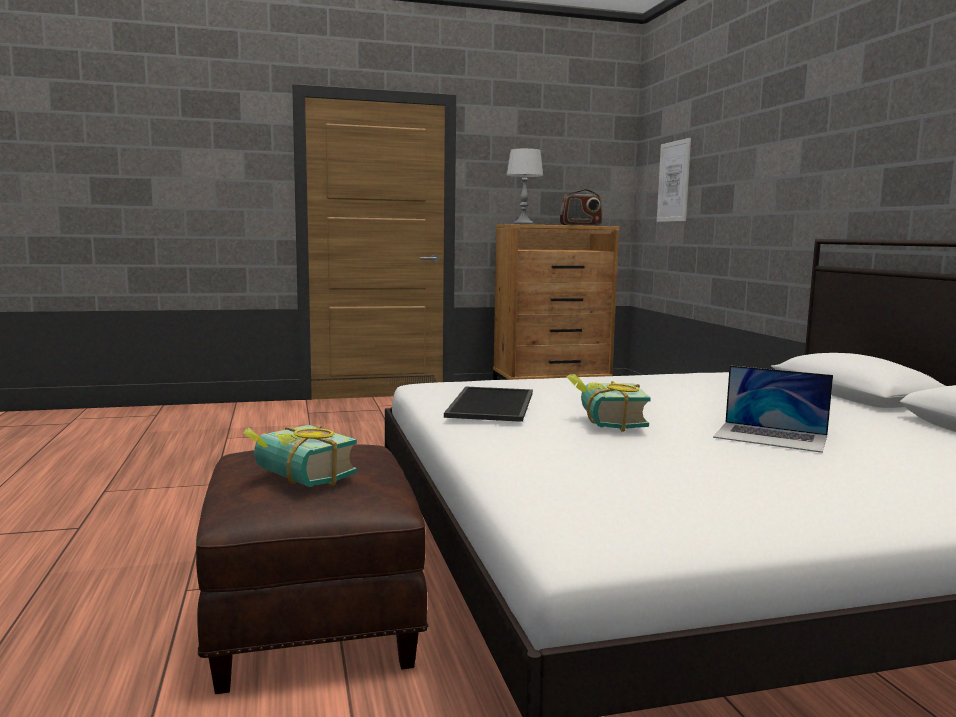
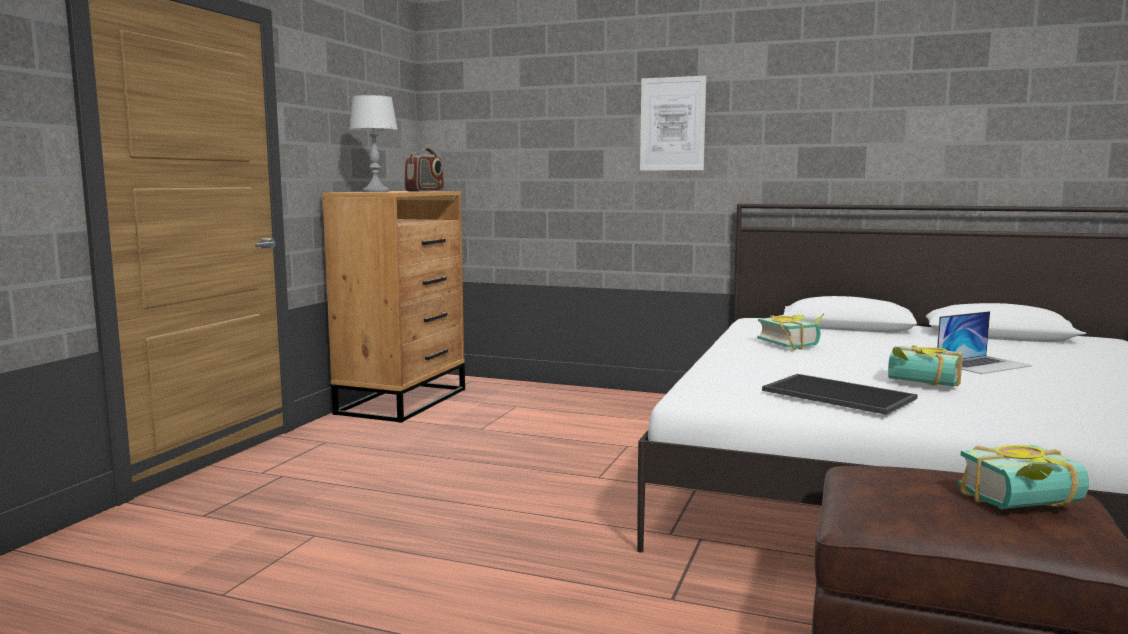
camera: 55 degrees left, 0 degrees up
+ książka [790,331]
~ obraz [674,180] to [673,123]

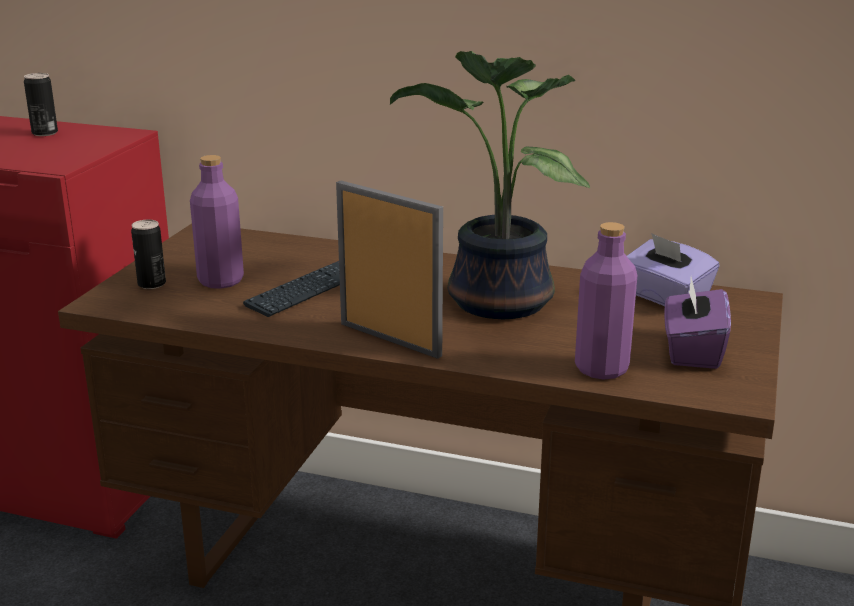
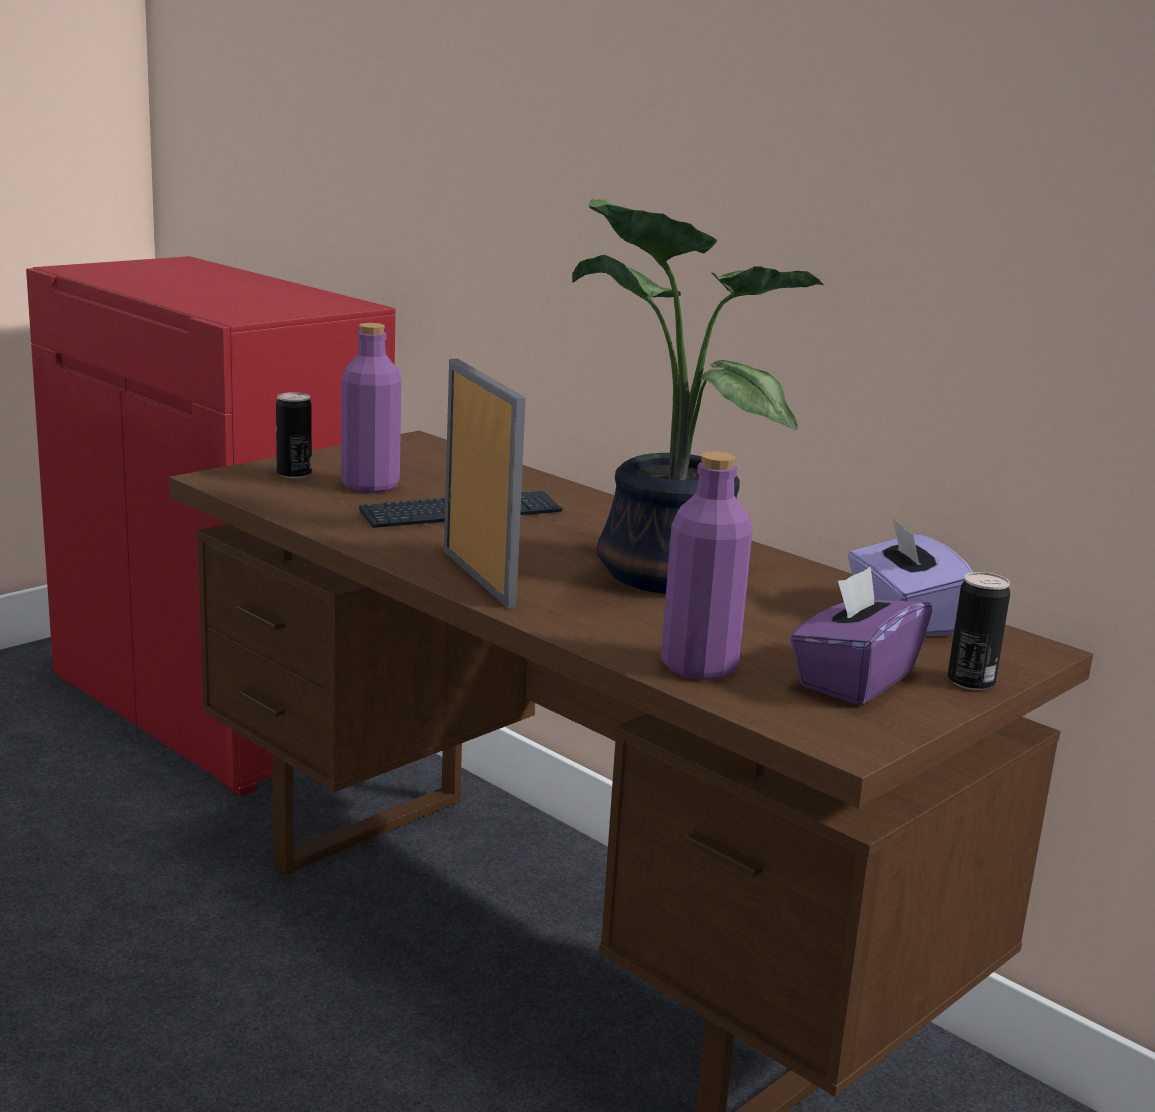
camera: 25 degrees right, 5 degrees down
~ puszka [41,104] to [979,631]

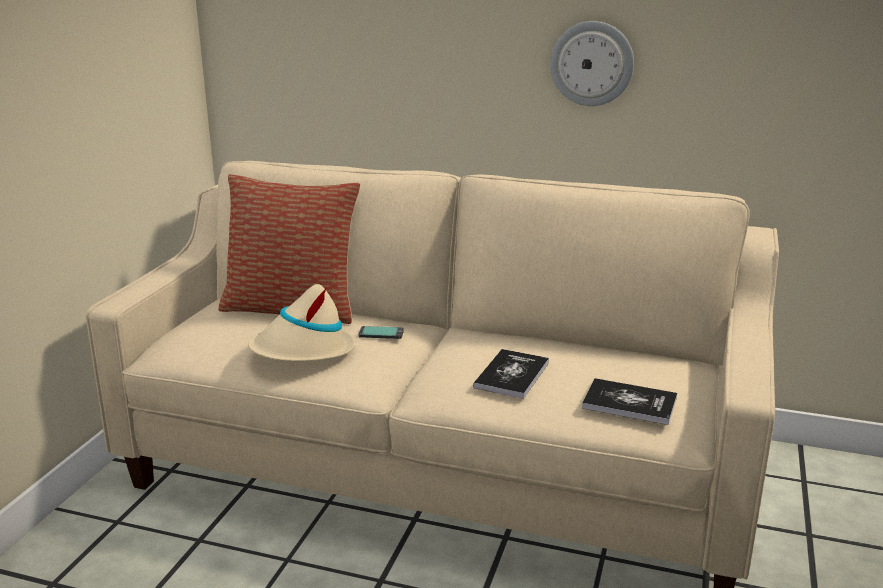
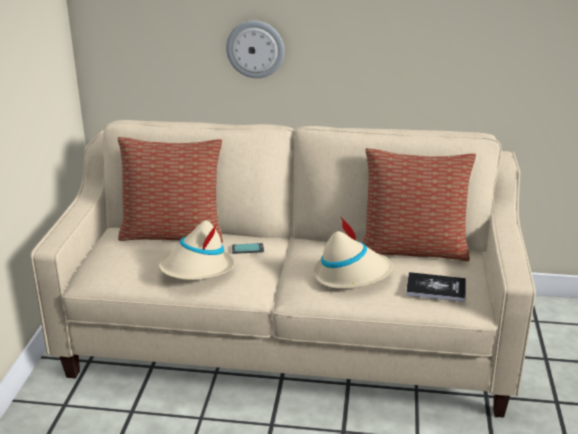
camera: 10 degrees left, 5 degrees up
+ poduszka [419,205]
~ zegar ścienny [592,63] to [255,49]
~ książka [511,374] to kapelusz/beżowy [353,252]

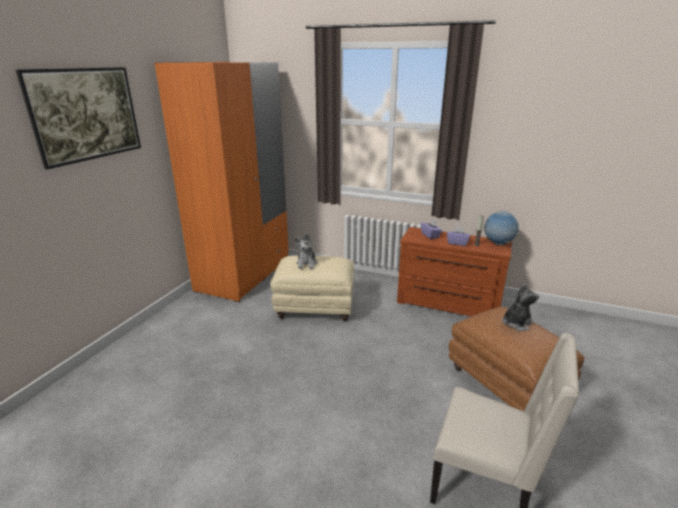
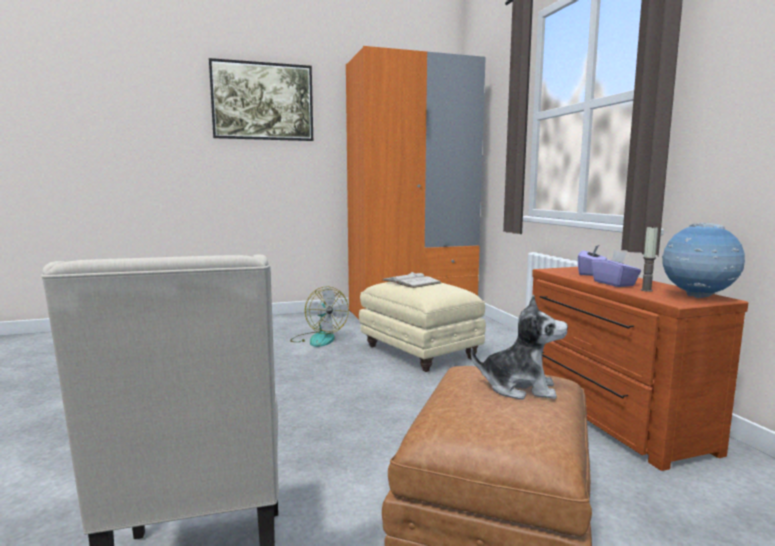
camera: 50 degrees right, 15 degrees down
+ wentylator [319,316]
~ pluszak [305,251] to książka/biały [412,280]

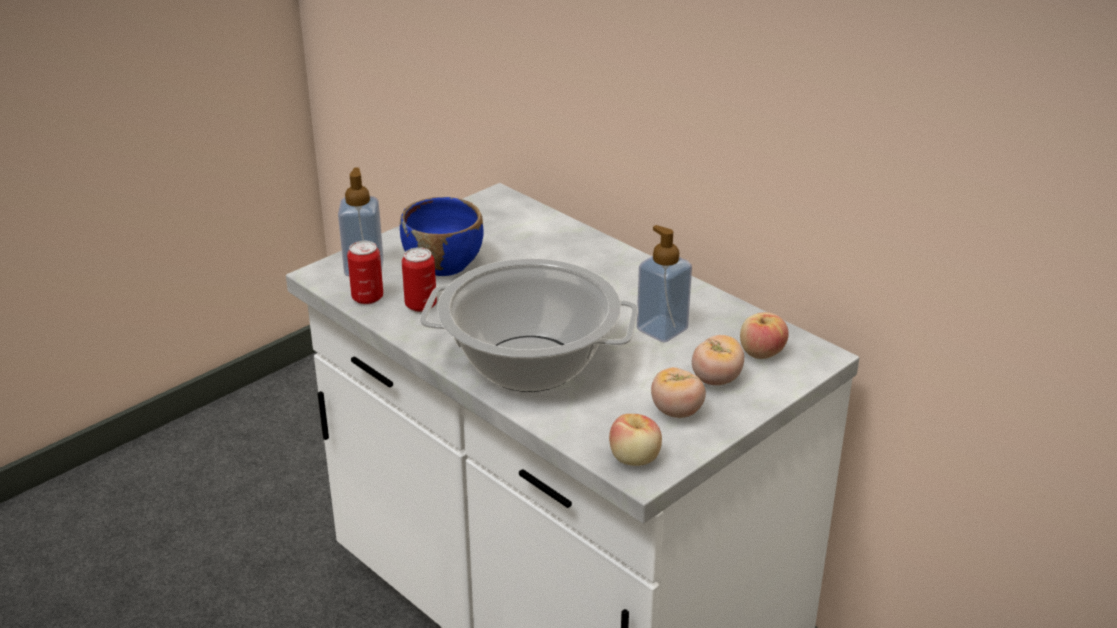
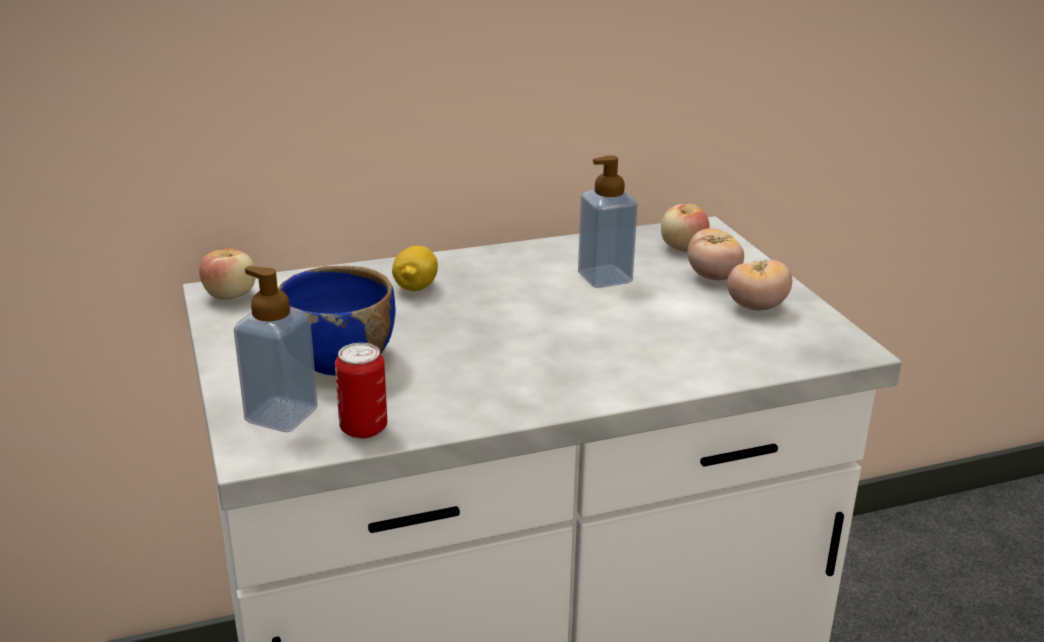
camera: 65 degrees left, 5 degrees down
- puszka [419,279]
- garnek [529,325]
+ cytryna [415,268]
~ jabłko [635,440] to [227,274]

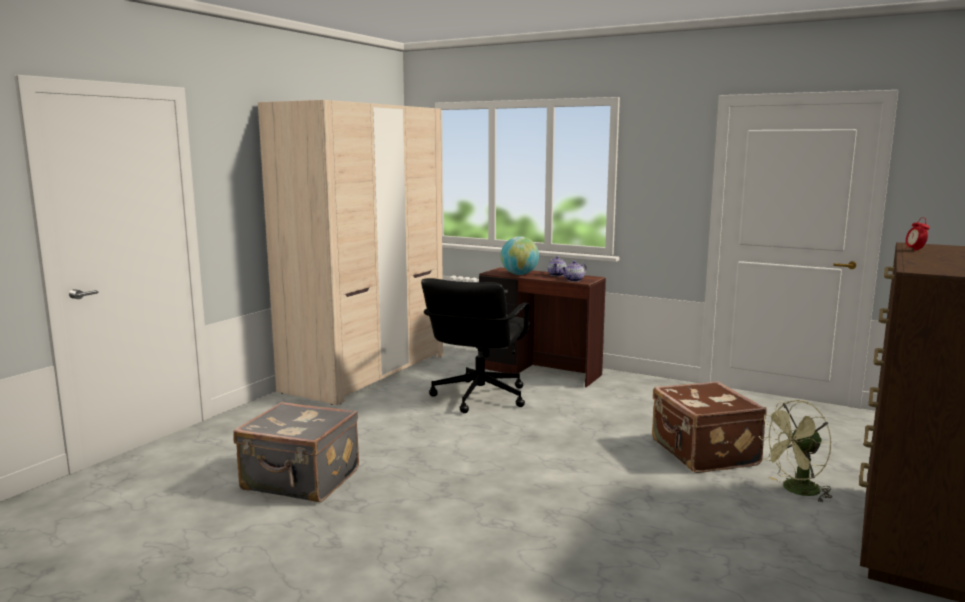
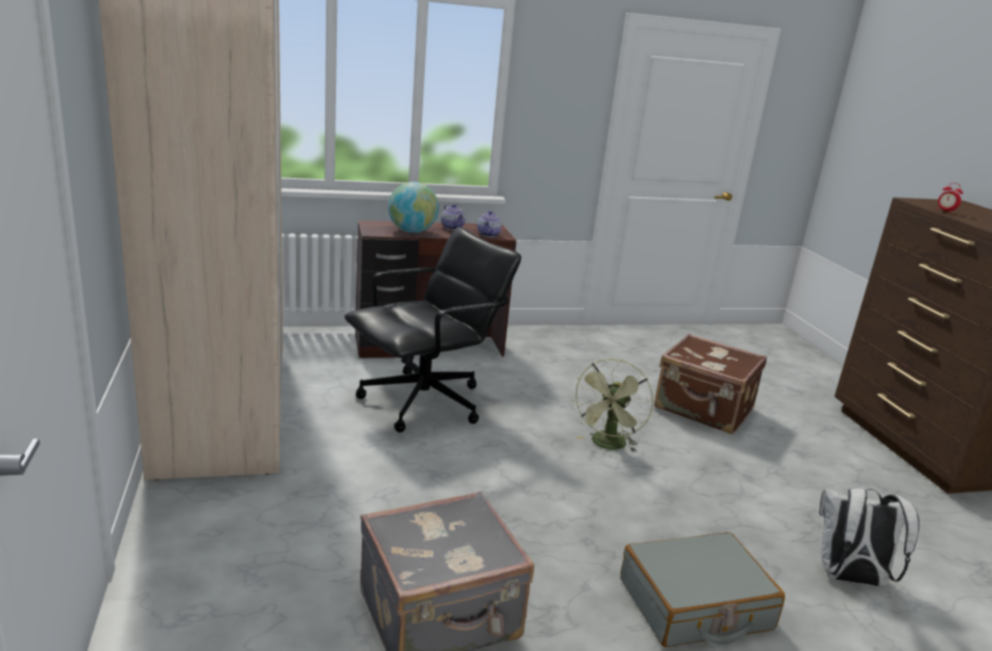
camera: 45 degrees left, 10 degrees up
+ walizka/szary [702,589]
+ plecak/biały [869,537]
~ wentylator/zielony [795,451] to [613,406]
~ krzesło biurowe/czarny [475,345] = [432,330] 105 degrees counterclockwise

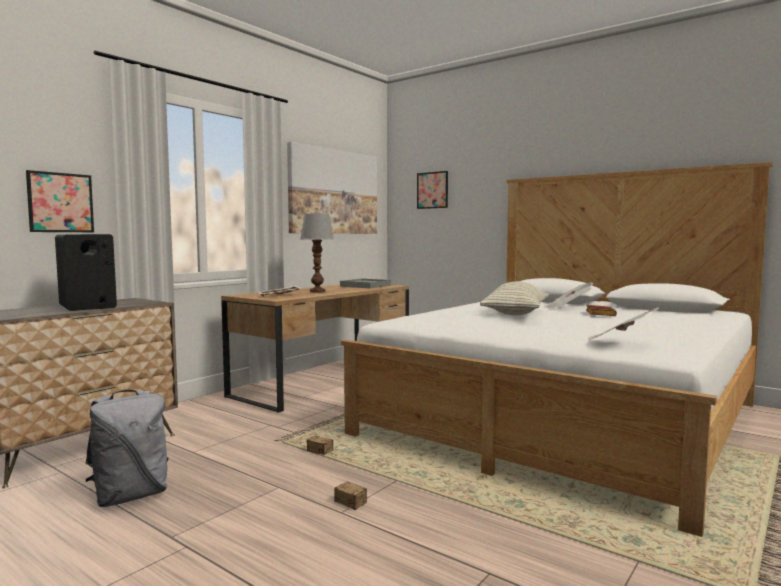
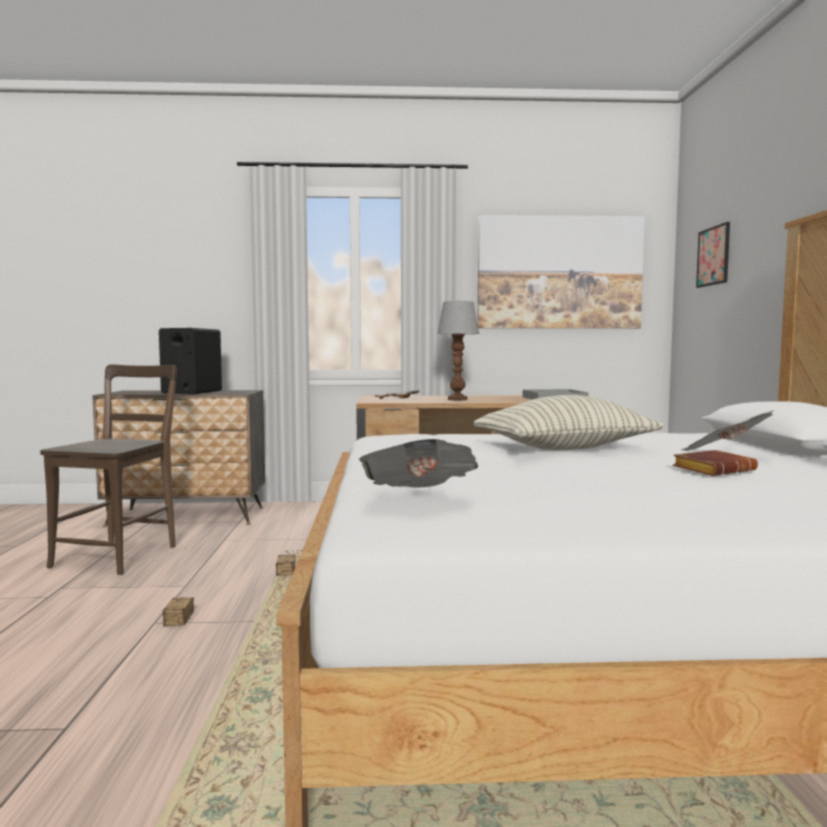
camera: 50 degrees right, 0 degrees up
- obraz [60,201]
~ plecak/szary [127,448] to krzesło/brązowy [108,469]

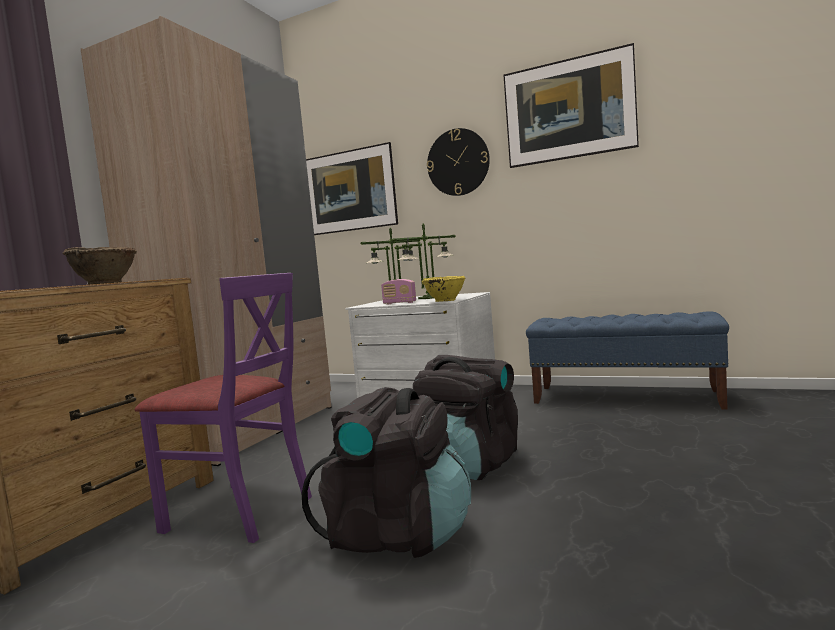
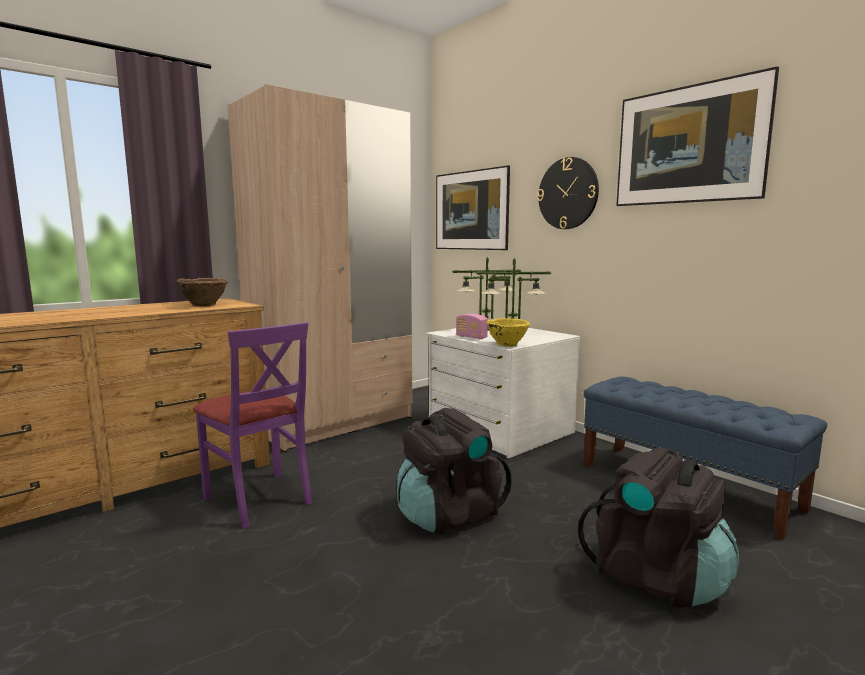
camera: 25 degrees right, 5 degrees up
~ plecak/czarny [386,472] to [658,528]

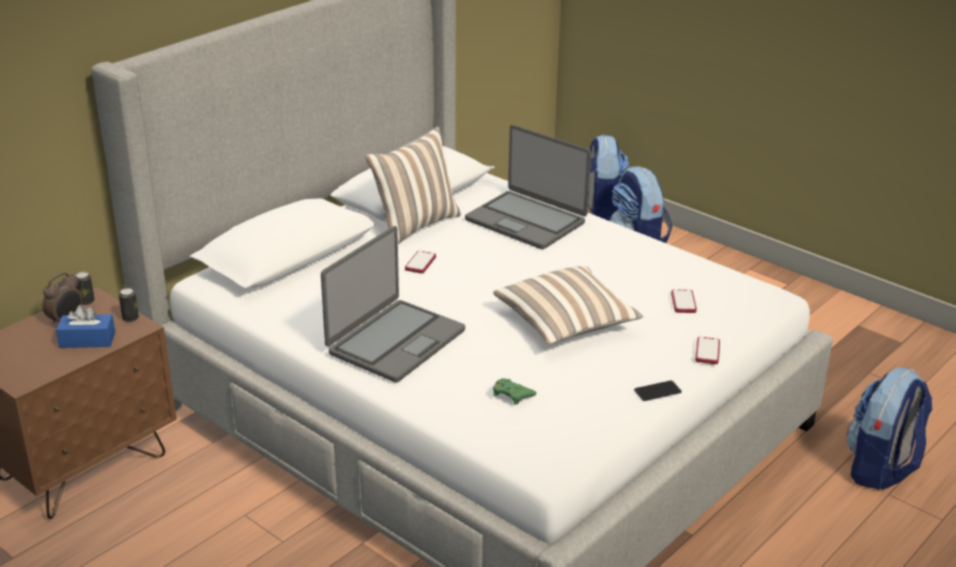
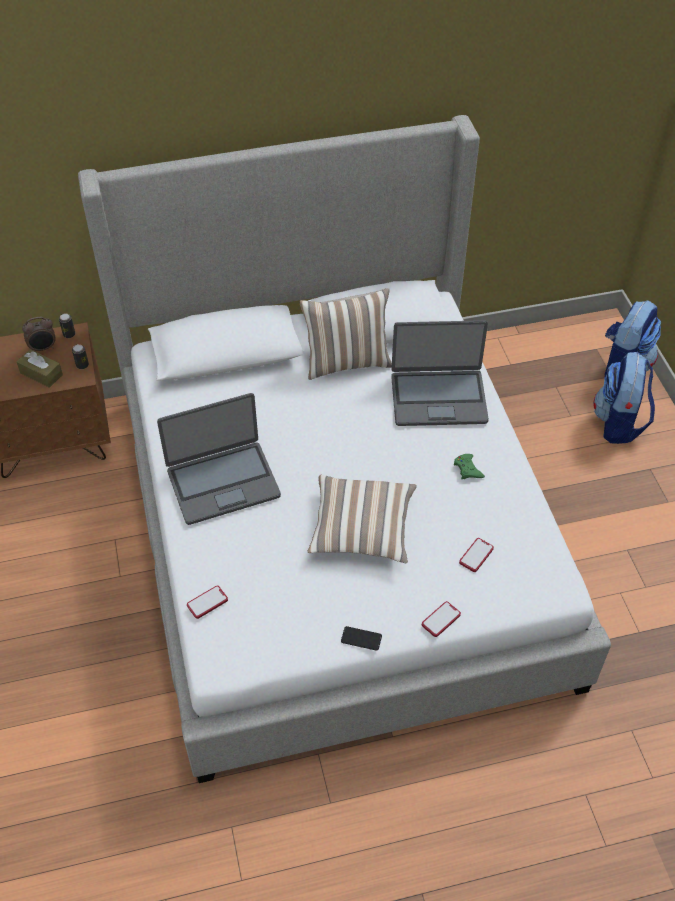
camera: 35 degrees right, 20 degrees up
- plecak [889,428]
~ telefon [420,262] to [207,602]
~ pad do gier/zielony [515,391] to [469,466]
~ pudełko chusteczek/niebieski [85,326] to pudełko chusteczek/brązowy [39,368]
~ laptop [528,187] = [440,373] 75 degrees counterclockwise

